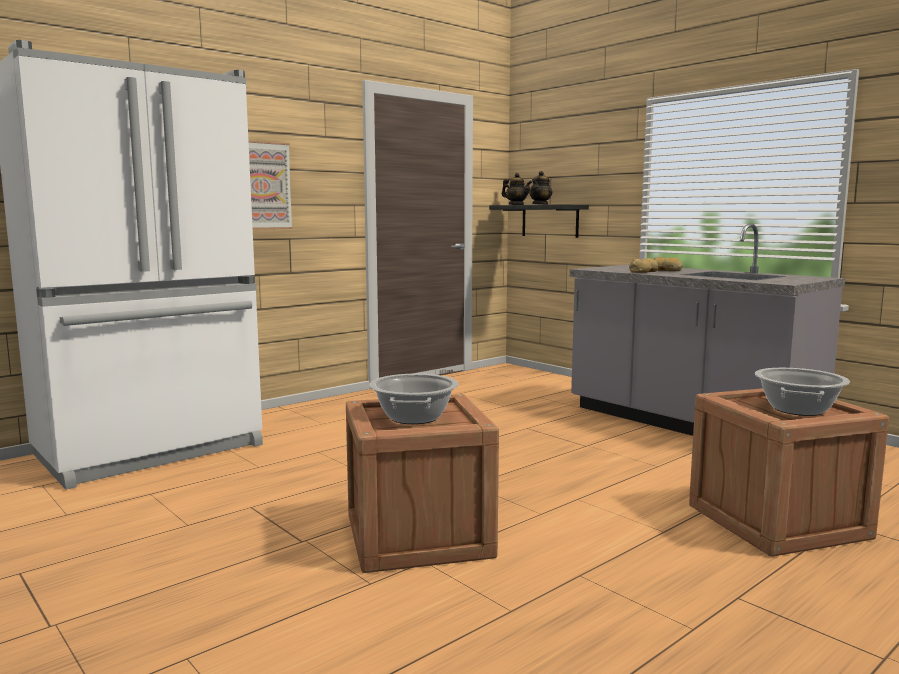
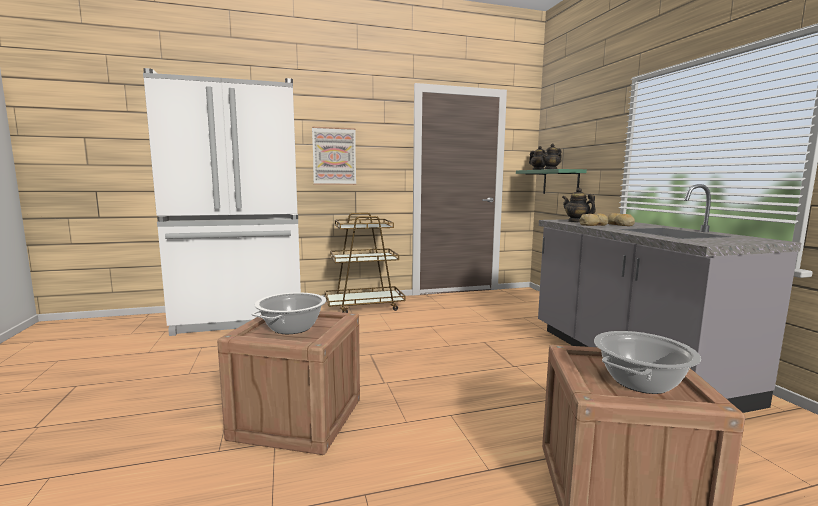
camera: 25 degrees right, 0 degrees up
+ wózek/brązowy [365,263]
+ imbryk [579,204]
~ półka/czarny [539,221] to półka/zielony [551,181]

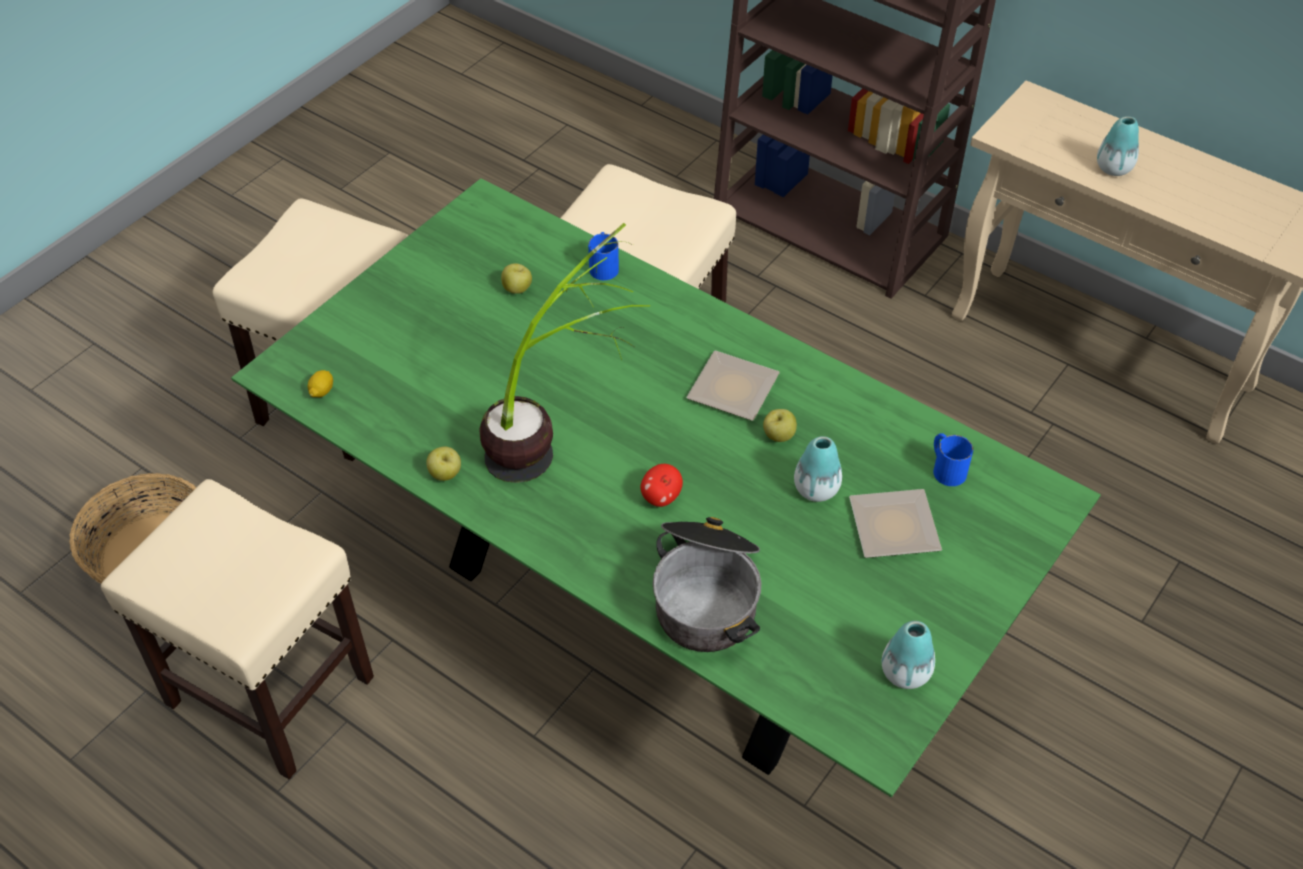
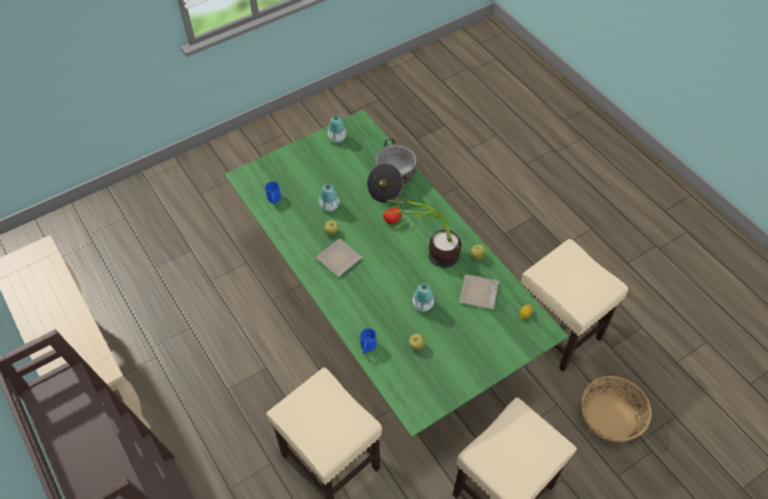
camera: 160 degrees left, 5 degrees up
~ talerz [895,523] to [479,291]
~ wazon [1118,146] to [423,297]

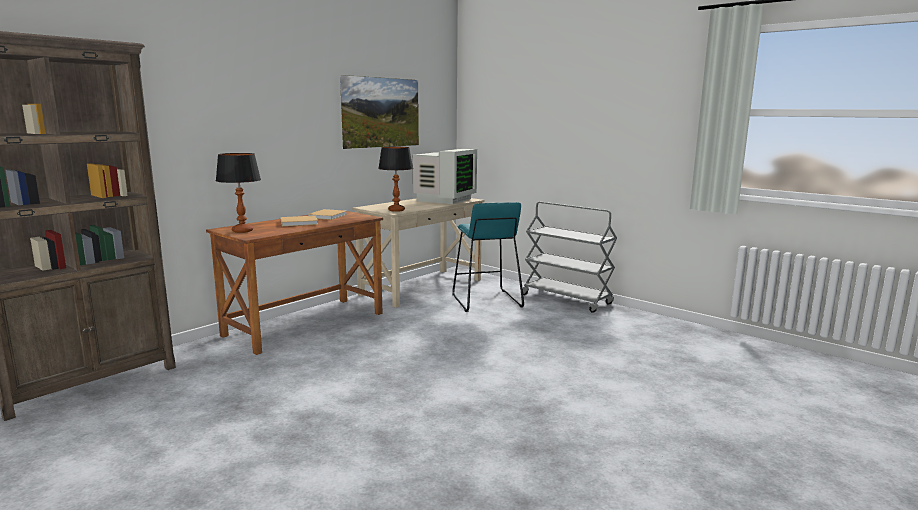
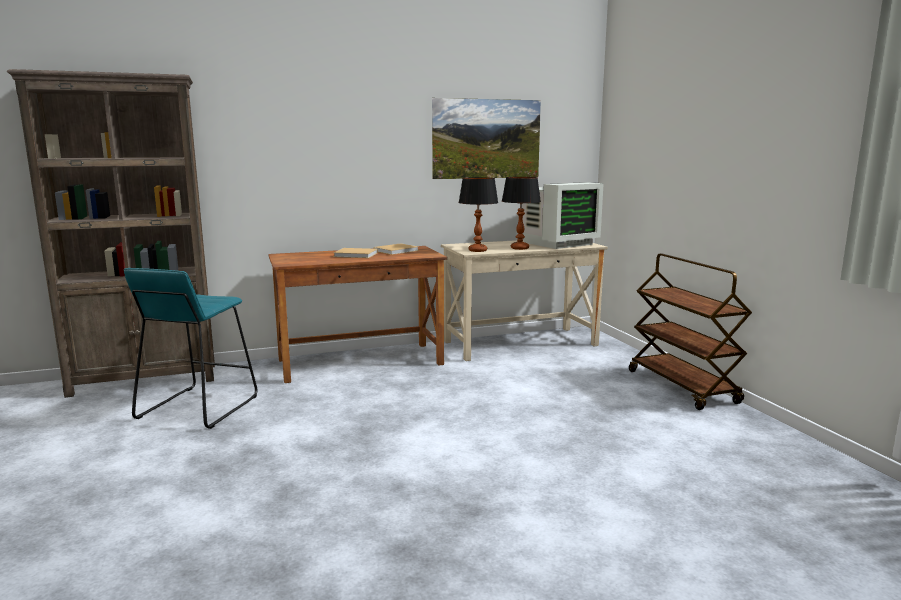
camera: 30 degrees right, 0 degrees up
~ lampa stołowa [238,193] to [521,213]
~ stołek/turkusowy [488,257] to [190,348]
~ wózek/szary [570,257] to wózek/brązowy [690,331]

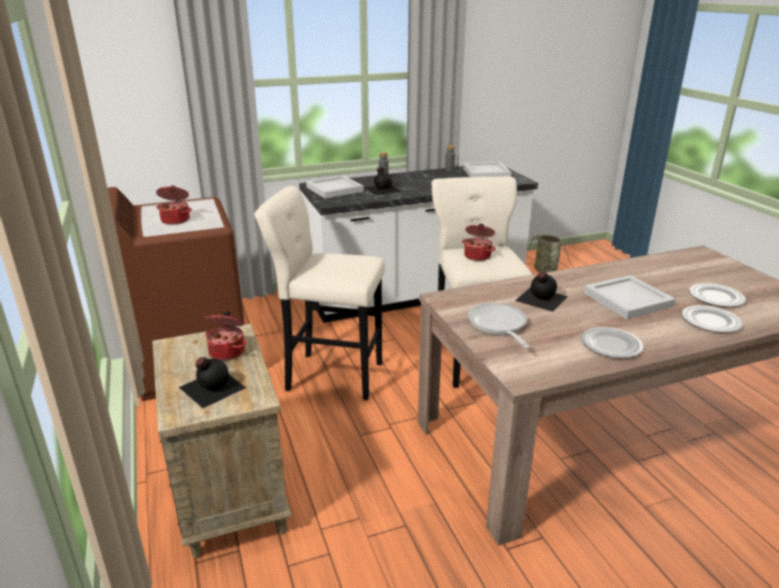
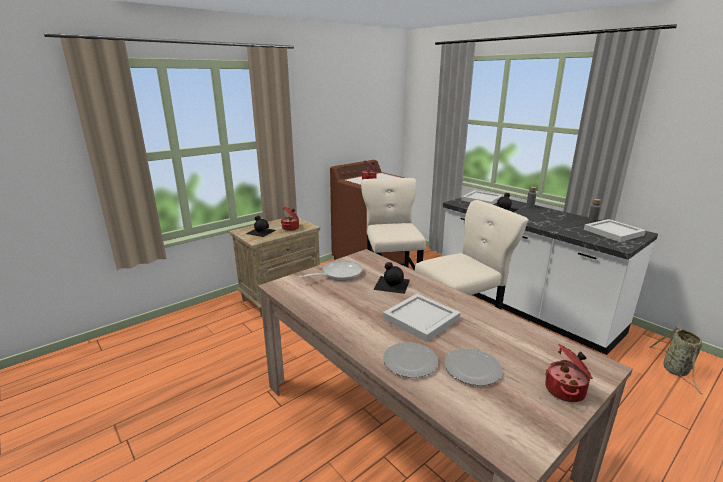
camera: 70 degrees right, 5 degrees down
- talerz [612,342]
~ garnek [479,242] to [569,373]

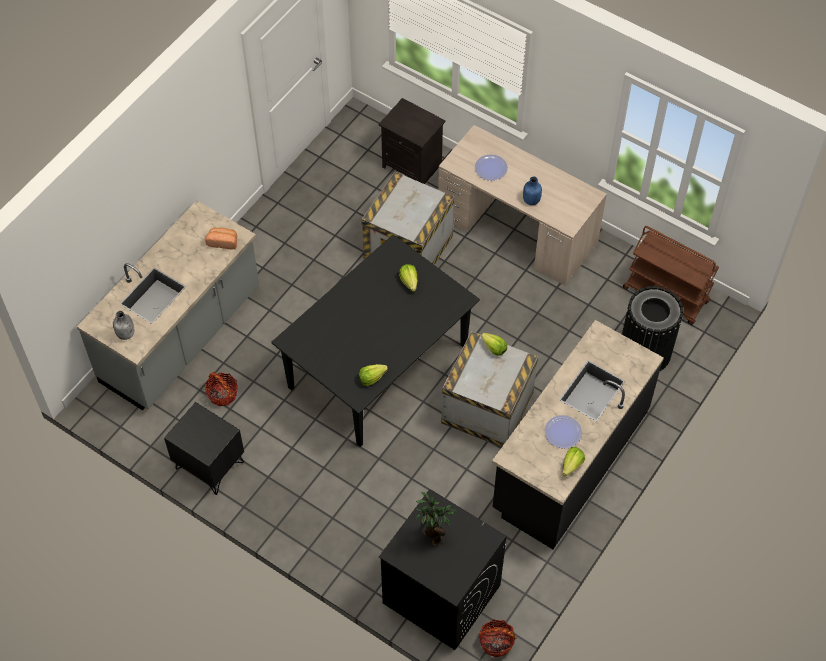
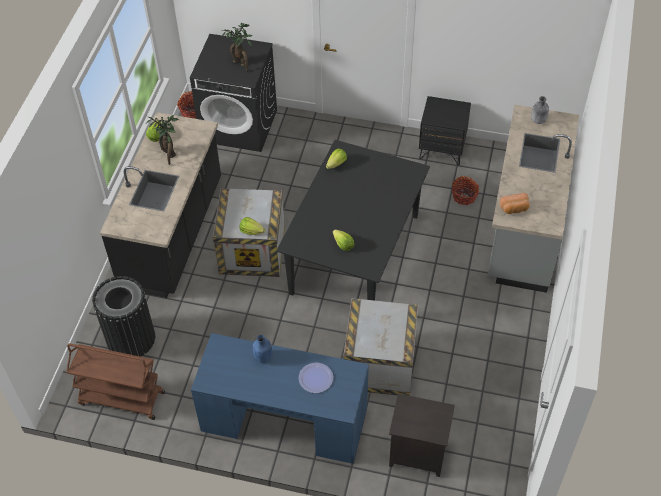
camera: 160 degrees right, 5 degrees down
~ talerz [563,432] to roślina doniczkowa [162,140]
~ biurko/beżowy [522,205] to biurko/niebieski [280,398]

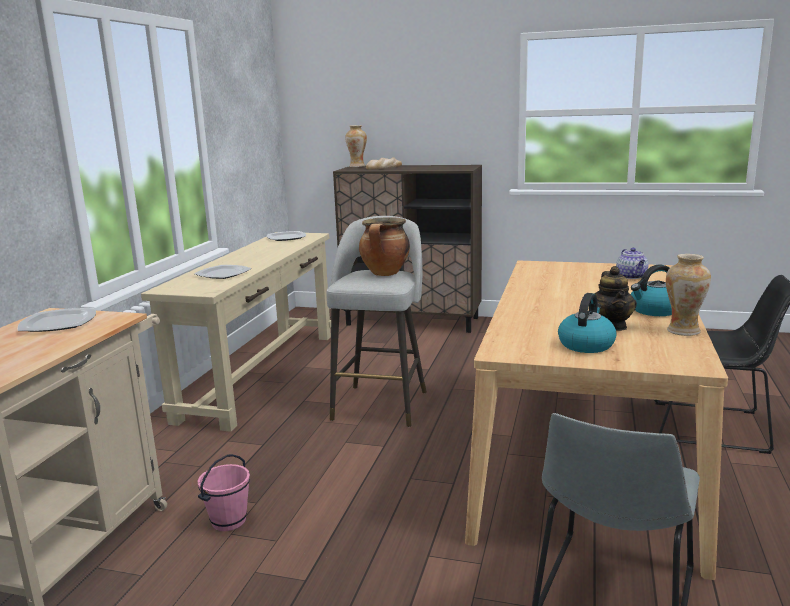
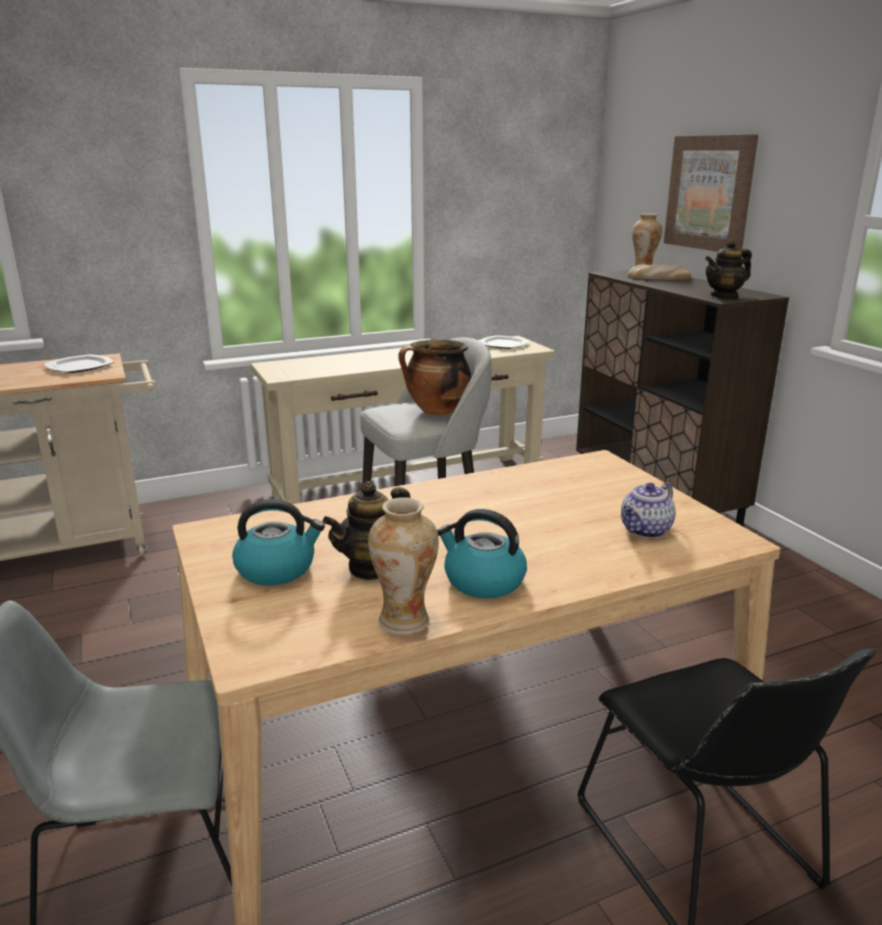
camera: 50 degrees right, 5 degrees up
- talerz [223,272]
- wiadro/różowy [224,492]
+ obraz [711,193]
+ imbryk [728,269]

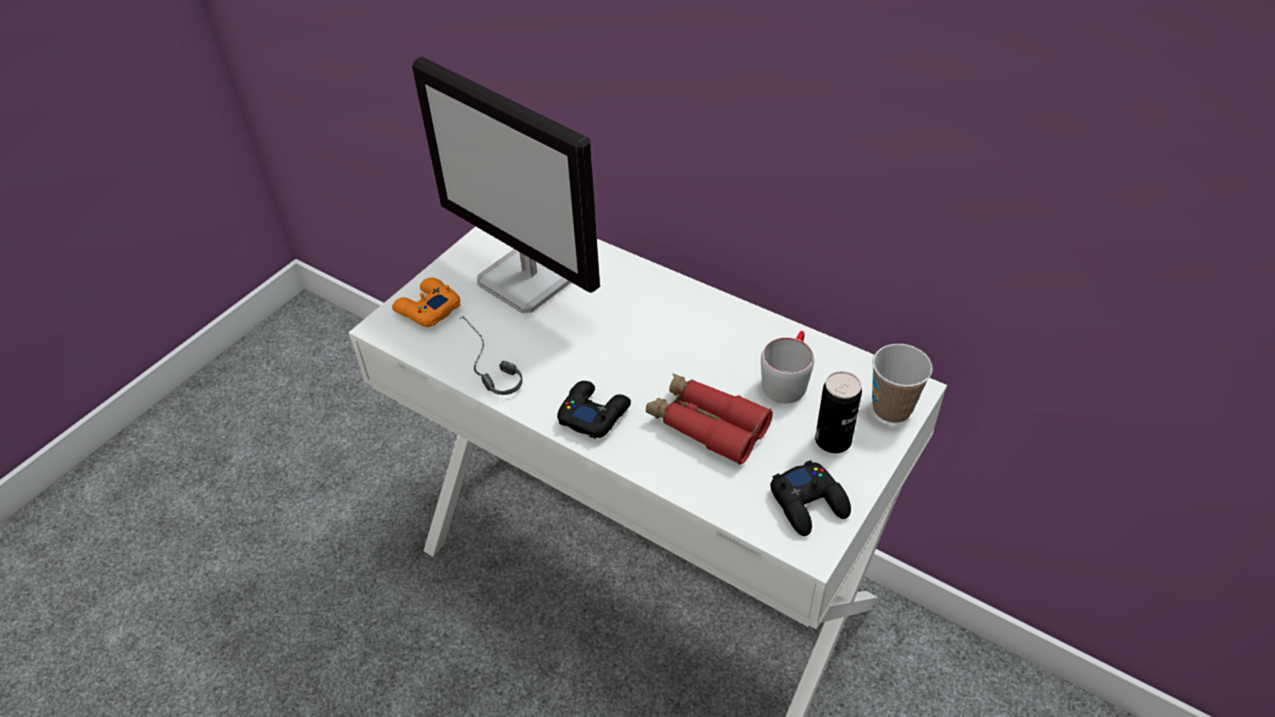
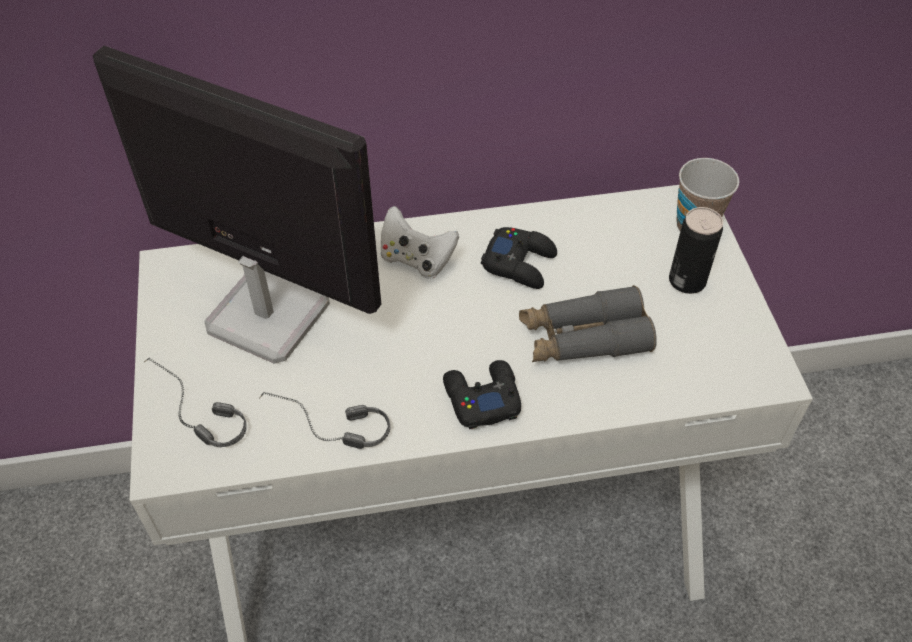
camera: 45 degrees left, 5 degrees up
- kubek/szary [787,367]
+ pad do gier/biały [419,242]
~ pad do gier/czarny [810,498] to [519,258]
~ pad do gier/pomarańczowy [426,302] to słuchawki [195,402]
~ lornetka/czerwony [709,419] to lornetka/szary [588,323]
~ monitor [506,184] = [237,205] 150 degrees counterclockwise

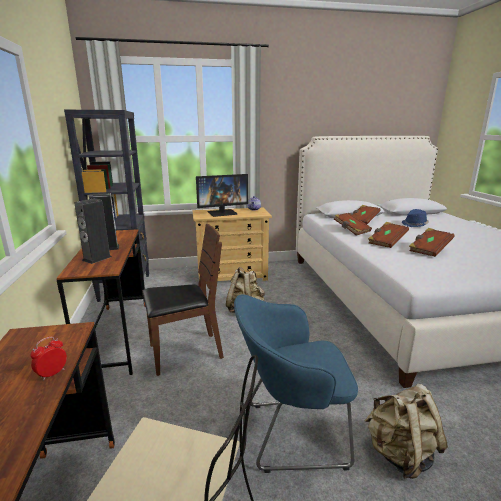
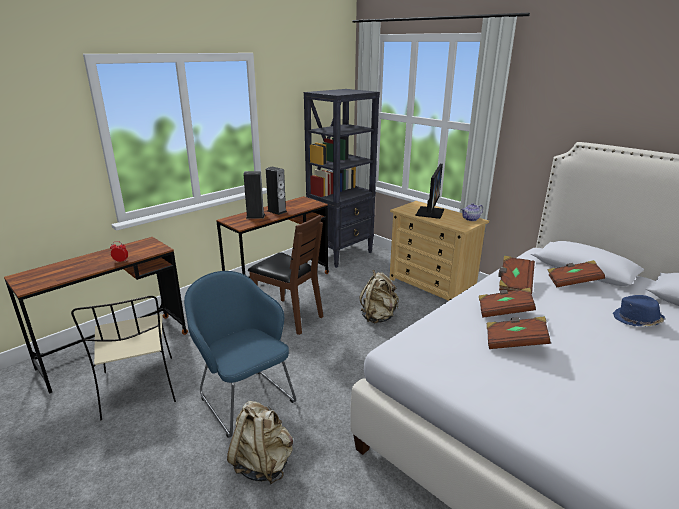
camera: 55 degrees right, 5 degrees up
~ monitor [222,195] = [430,191] 105 degrees counterclockwise

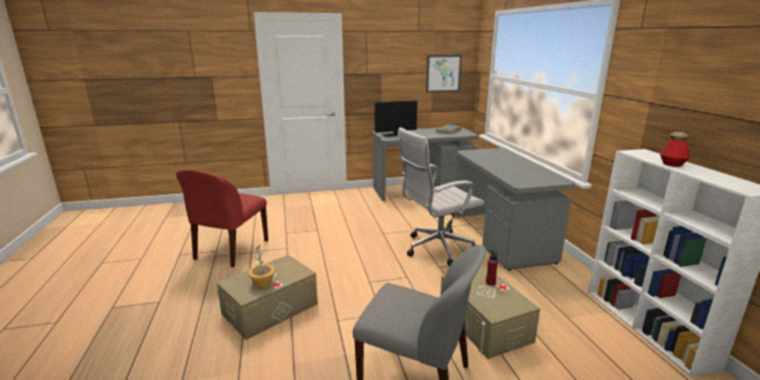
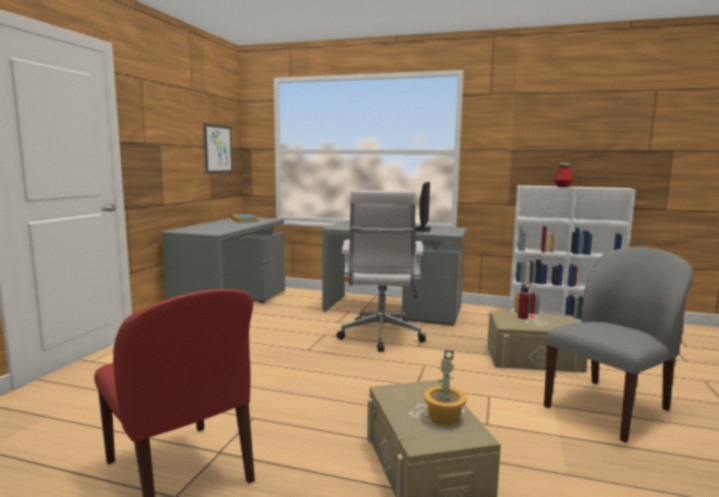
camera: 60 degrees left, 10 degrees down
~ monitor [395,118] to [423,207]

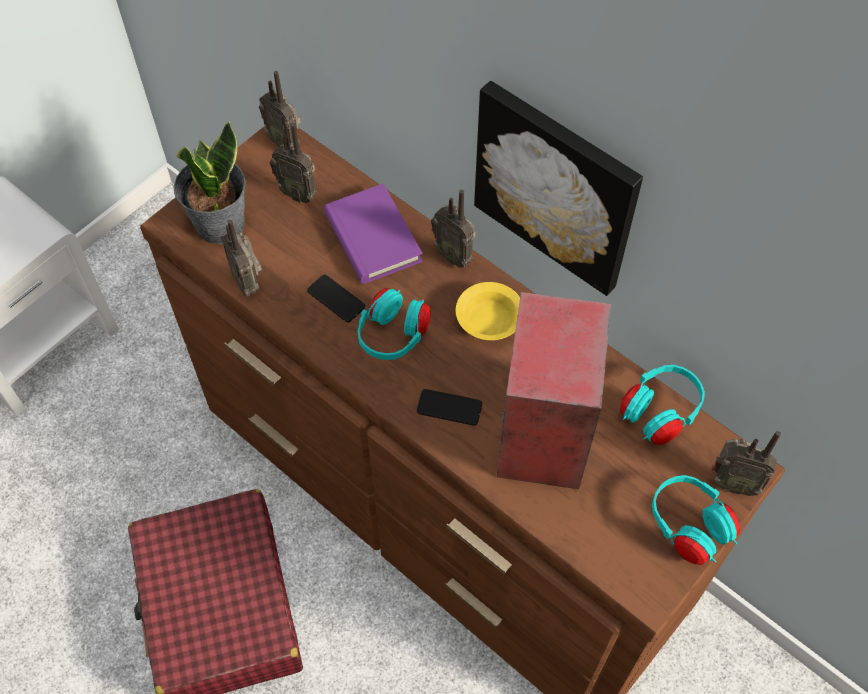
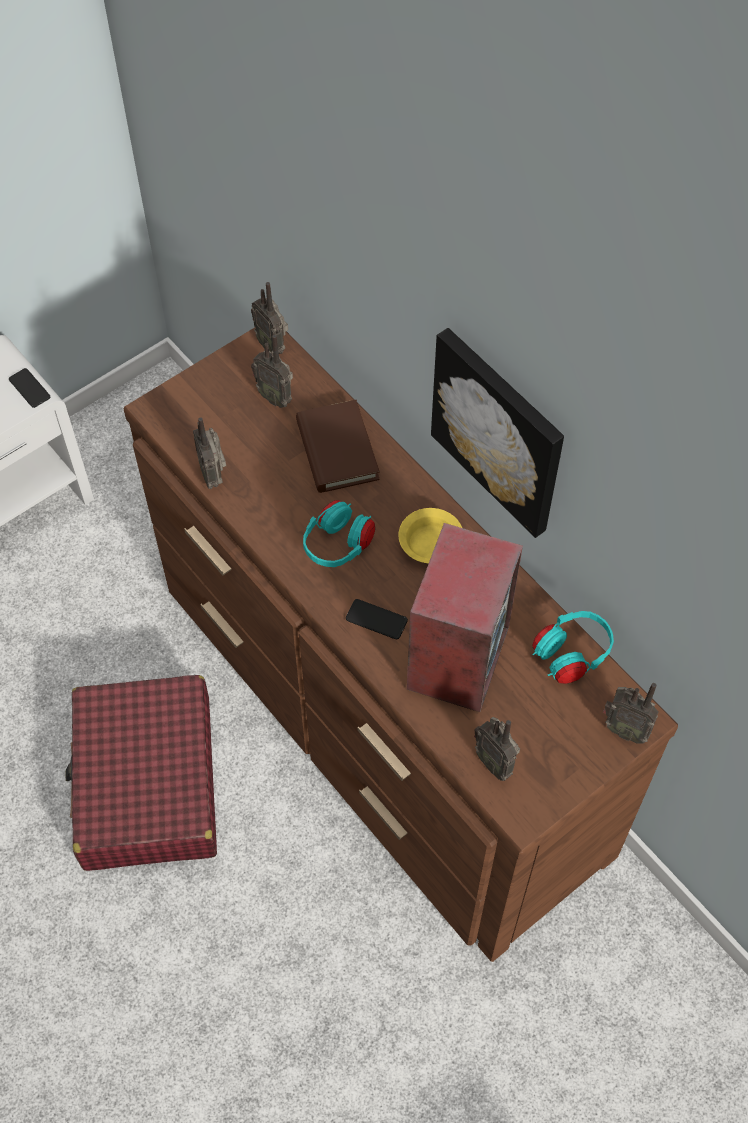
camera: 10 degrees right, 0 degrees up
- roślina doniczkowa [209,182]
- słuchawki/turkusowy [696,520]
~ telefon [336,298] to [29,388]
~ radio [453,229] to [497,749]
~ książka/fioletowy [373,234] to książka/brązowy [338,446]

